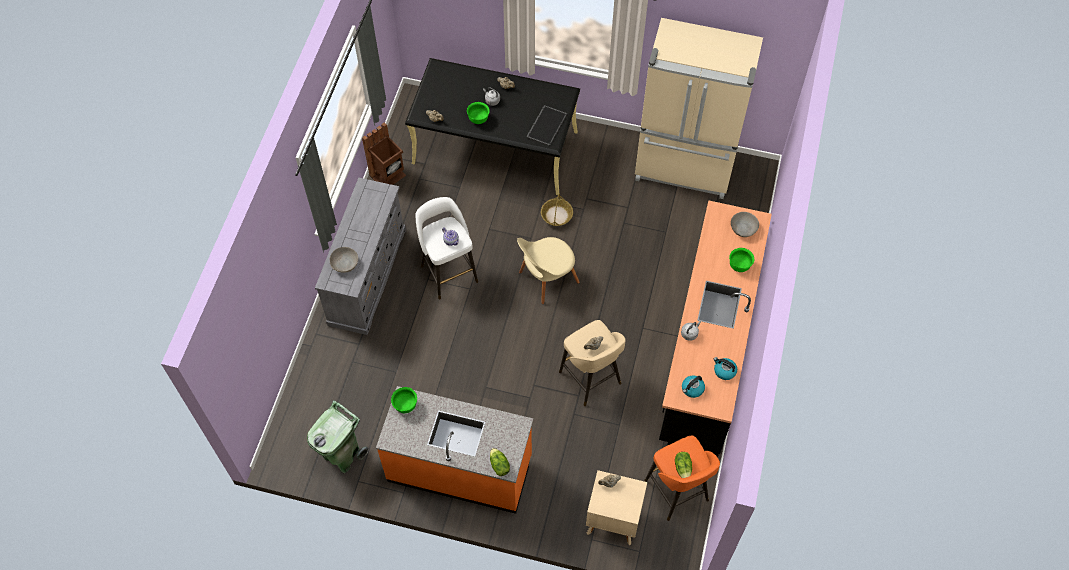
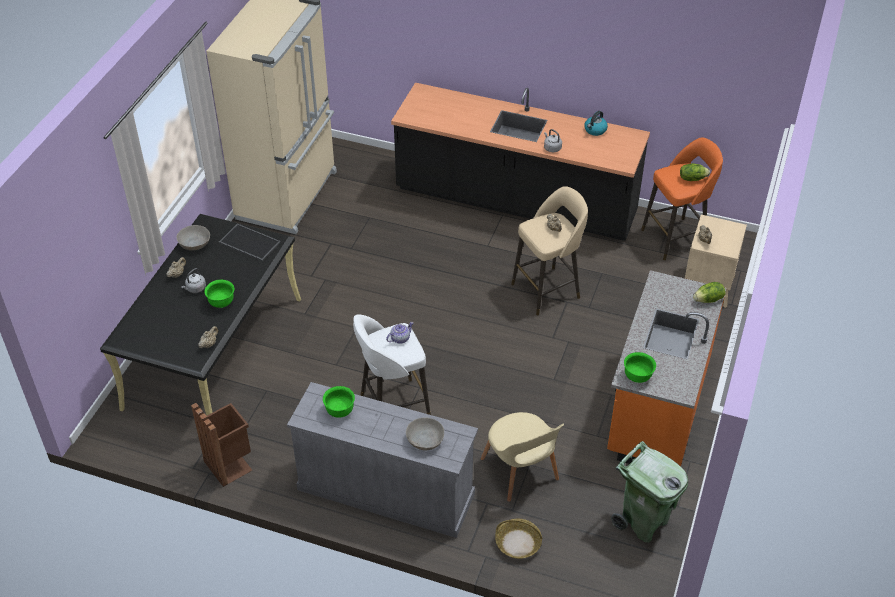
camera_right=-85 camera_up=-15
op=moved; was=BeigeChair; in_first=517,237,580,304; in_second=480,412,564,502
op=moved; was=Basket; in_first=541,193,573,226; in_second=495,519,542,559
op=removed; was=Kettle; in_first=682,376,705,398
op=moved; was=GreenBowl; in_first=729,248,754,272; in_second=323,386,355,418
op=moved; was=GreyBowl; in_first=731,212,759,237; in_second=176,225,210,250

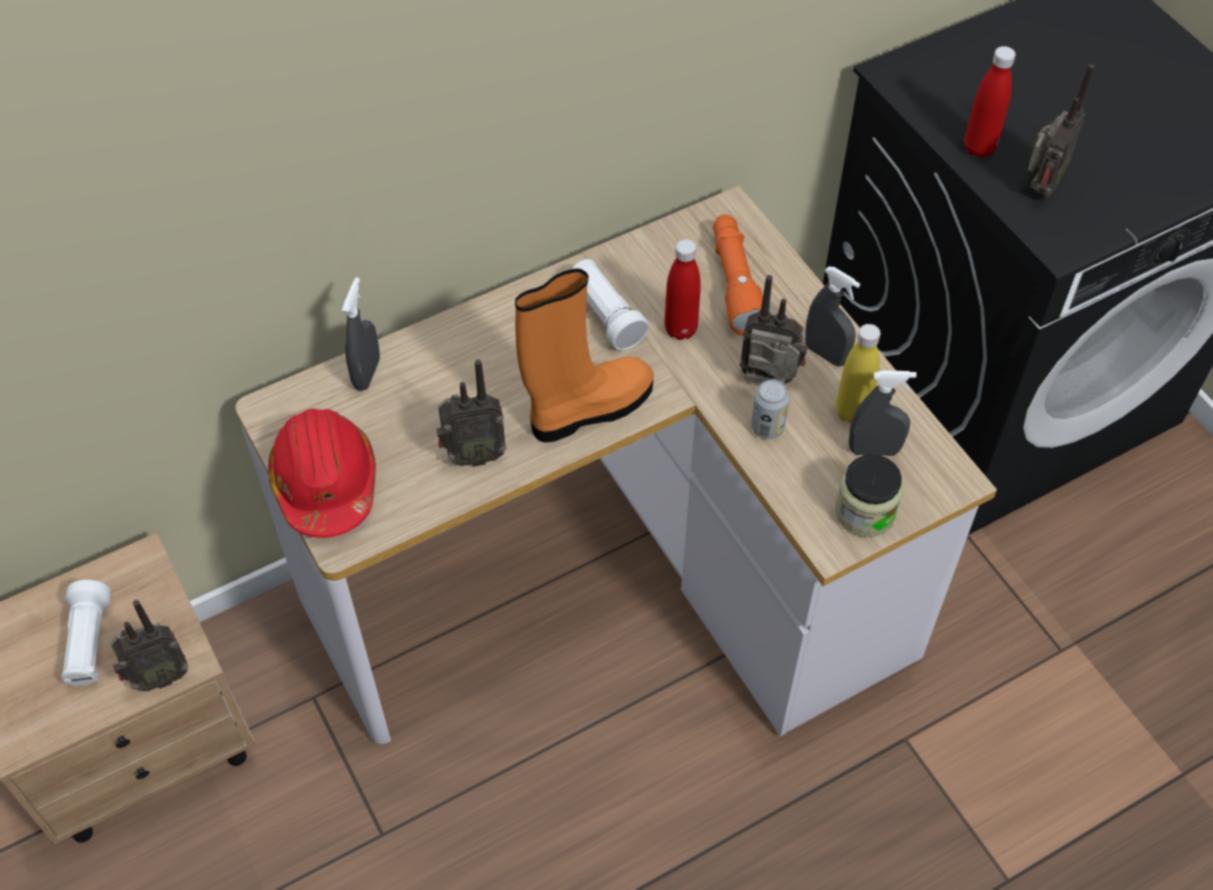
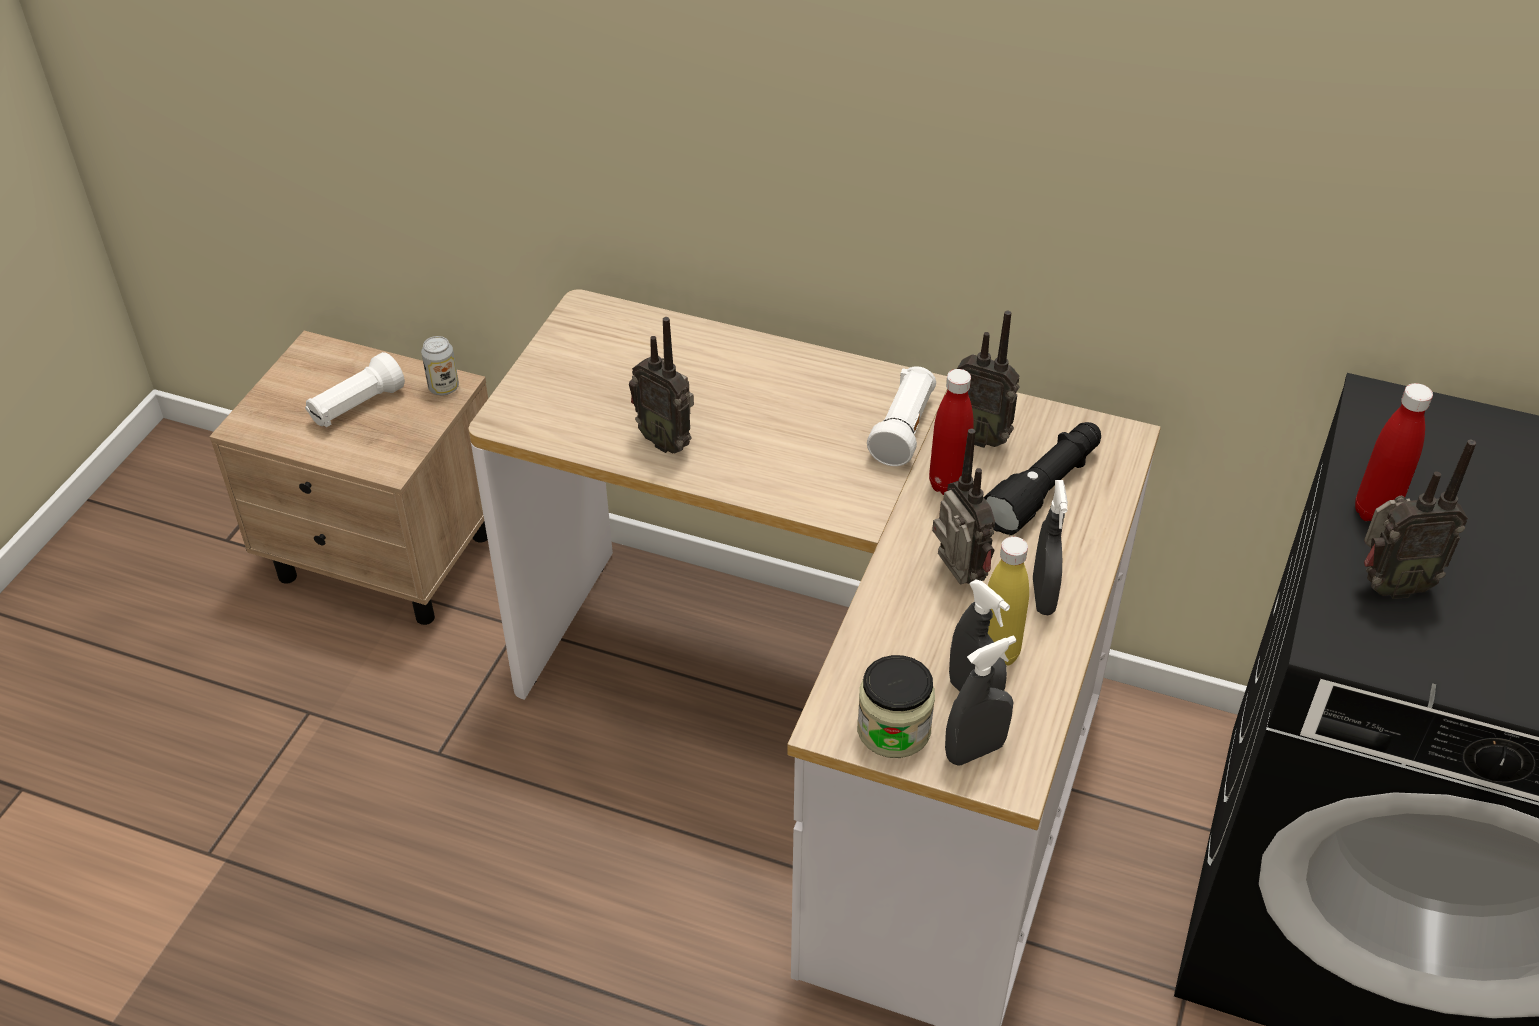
camera_right=50 camera_up=-10
op=moved; was=Radio; in_first=110,600,189,691; in_second=957,311,1020,448
op=removed; was=RedHardHat; in_first=268,409,376,538
op=moved; was=GreySprayBottle; in_first=342,277,380,391; in_second=945,636,1016,766
op=removed; was=OrangeBoot; in_first=515,268,654,443
op=recoloured; was=OrangeFlashlight; now=BlackFlashlight; in_first=713,214,763,336; in_second=984,422,1101,535
op=moved; was=Can; in_first=751,379,790,439; in_second=421,336,459,395

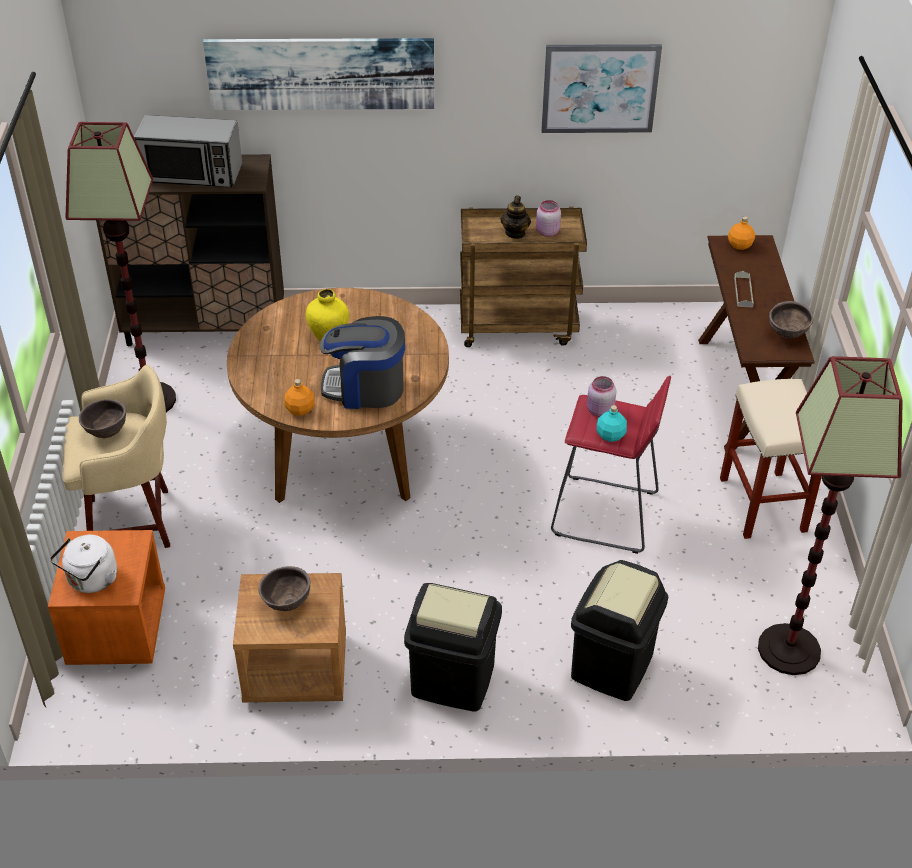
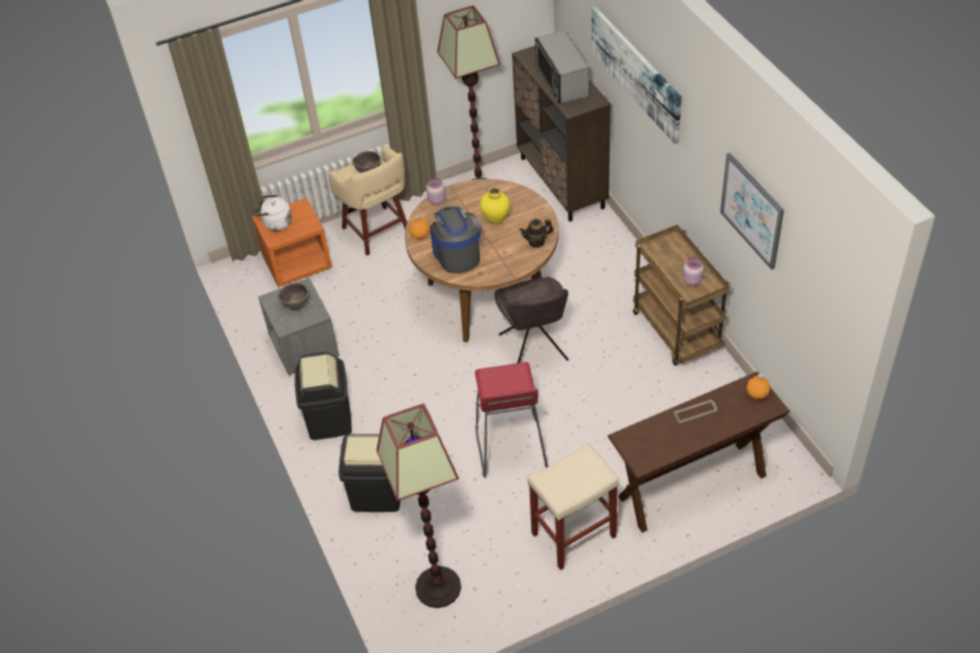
camera_right=70 camera_up=5
op=recoloured; was=BrownNightstand; now=GreyNightstand; in_first=233,573,346,702; in_second=258,278,340,375
op=moved; was=Teapot; in_first=500,196,531,239; in_second=519,219,554,248
op=moved; was=PinkJar; in_first=587,376,616,417; in_second=426,178,446,205
op=removed; was=TurquoiseBottle; in_first=597,405,627,442
op=removed; was=BrownBowl; in_first=769,301,814,339
op=added; now=GreyChair; in_second=494,277,569,363

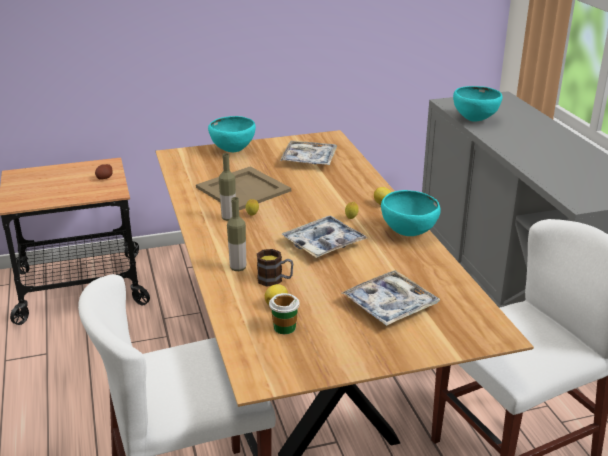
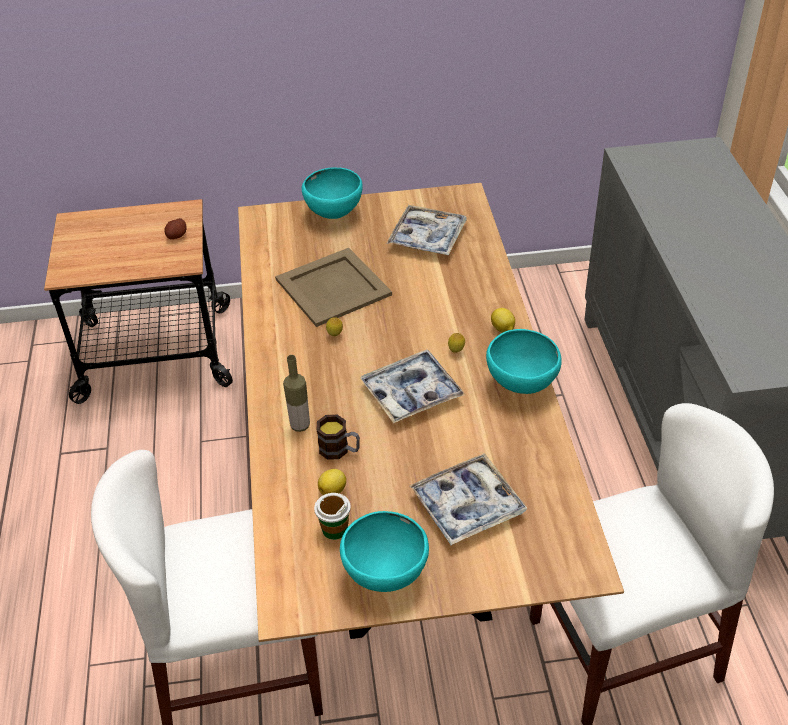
camera_right=10 camera_up=15
op=removed; was=Bottle; in_first=219,153,236,221
op=moved; was=TurquoiseBowl; in_first=453,86,502,122; in_second=340,511,429,592

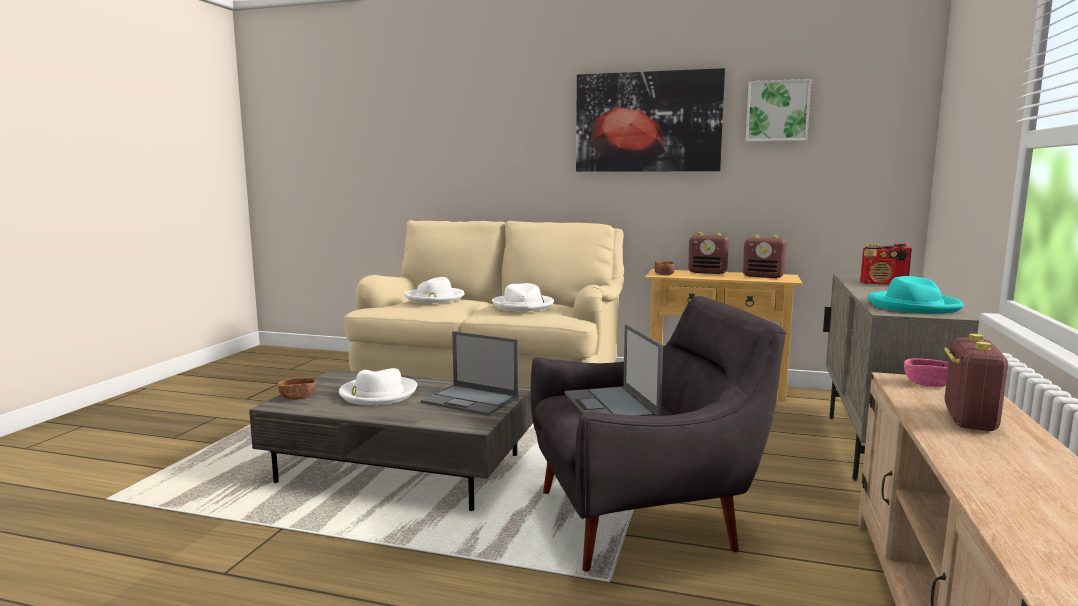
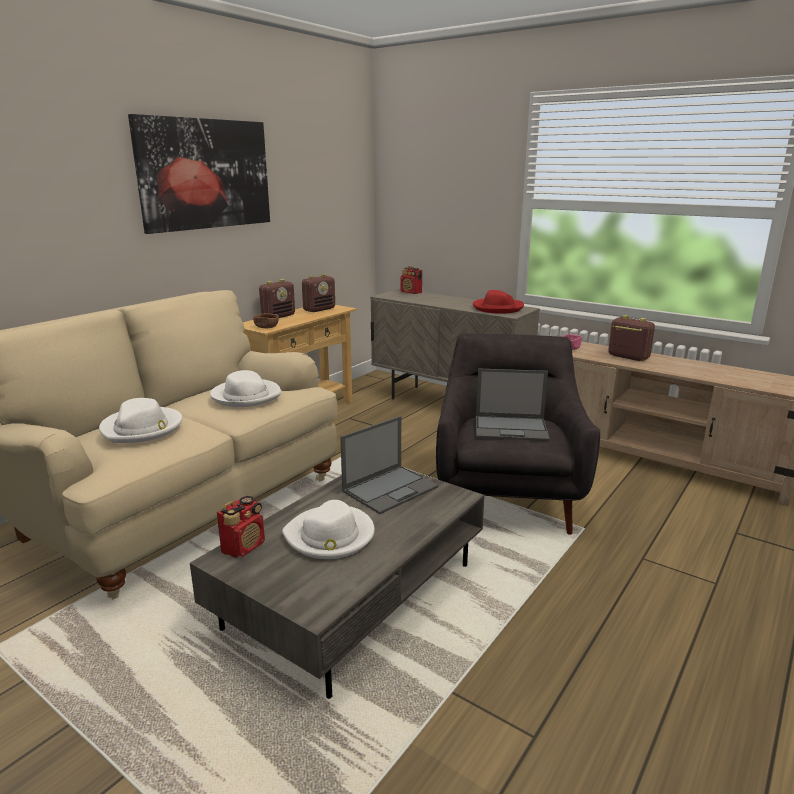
camera_right=-70 camera_up=10
op=removed; was=BrownBowl; in_first=278,377,316,400
op=removed; was=Picture; in_first=746,79,811,142
op=moved; was=Radio; in_first=860,244,898,285; in_second=217,496,265,558
op=recoloured; was=TurquoiseHat; now=RedHat; in_first=867,276,964,314; in_second=473,290,524,314

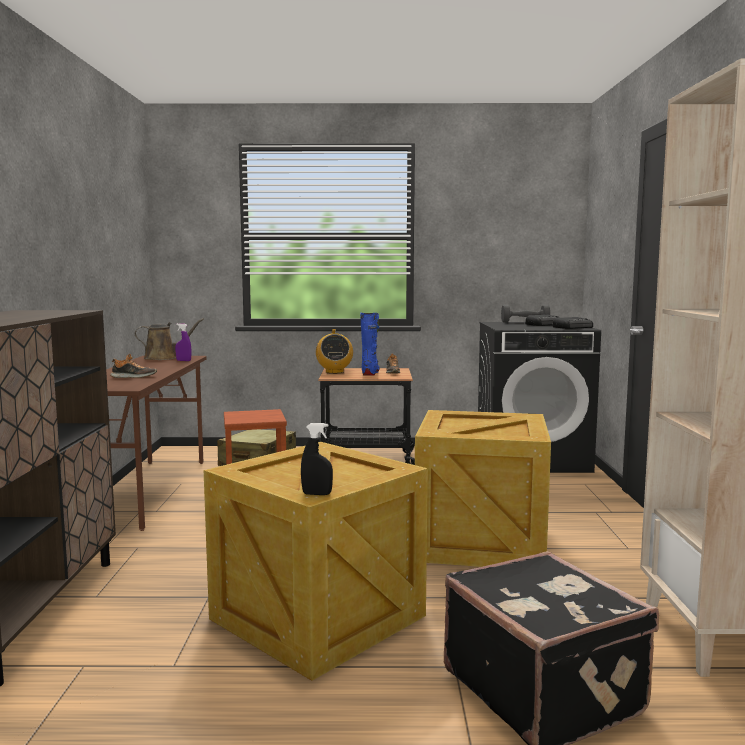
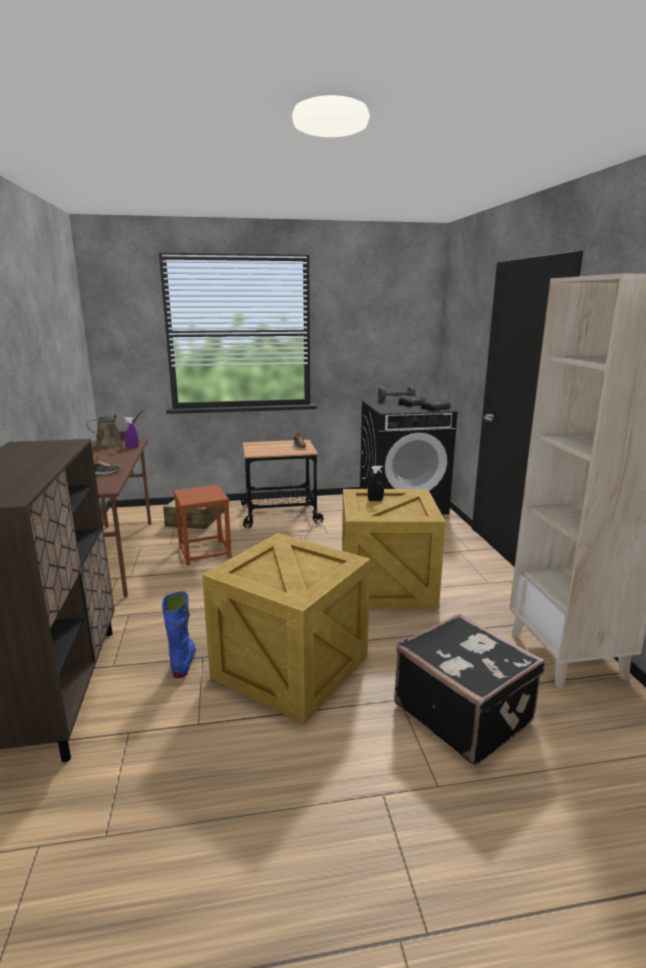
camera_right=-10 camera_up=10
op=moved; was=BlackSprayBottle; in_first=301,423,333,495; in_second=368,466,384,501
op=removed; was=Radio; in_first=316,329,353,374
op=moved; was=BlueBoot; in_first=360,313,380,376; in_second=162,592,196,678

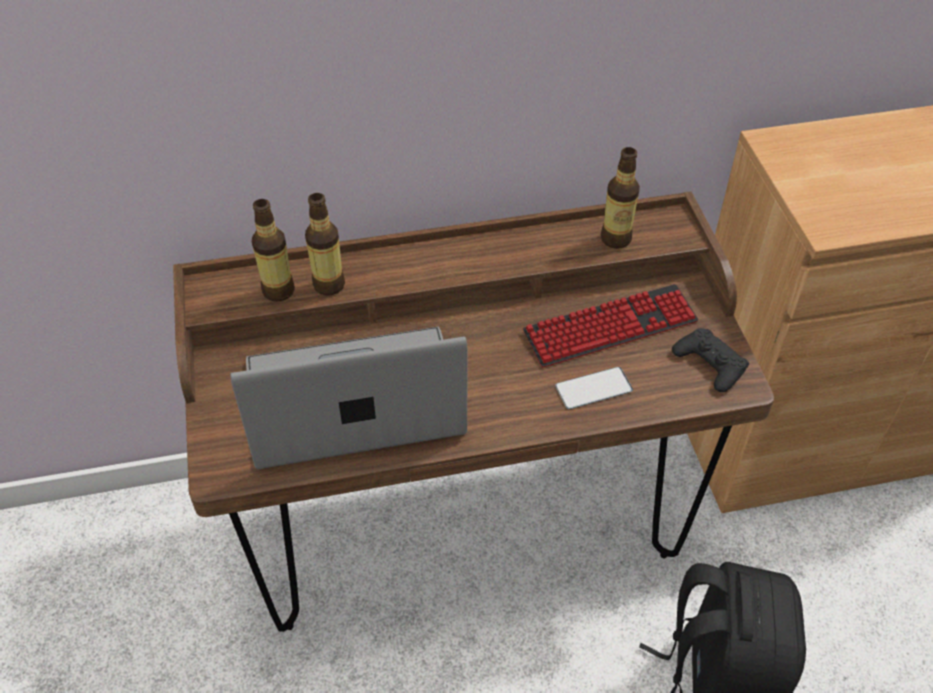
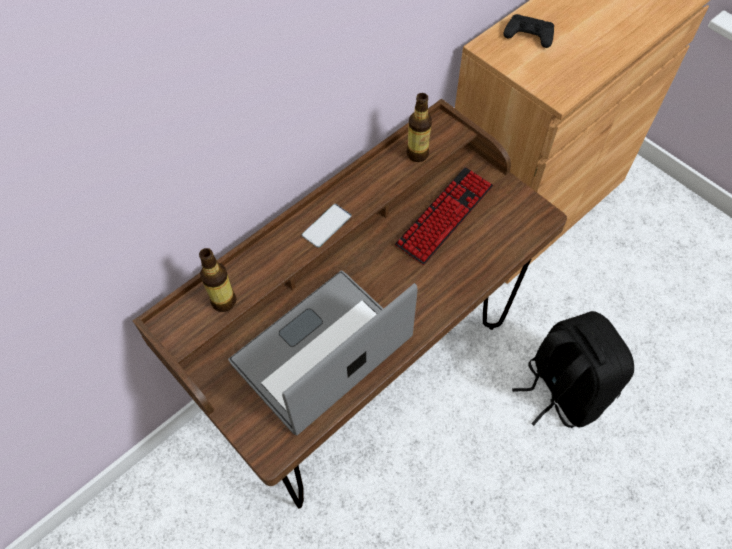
camera_right=-30 camera_up=10
op=removed; was=Bottle; in_first=305,193,345,296
op=moved; was=Phone; in_first=555,367,633,409; in_second=302,204,352,248
op=moved; was=BlackGameController; in_first=672,328,749,392; in_second=503,14,554,48

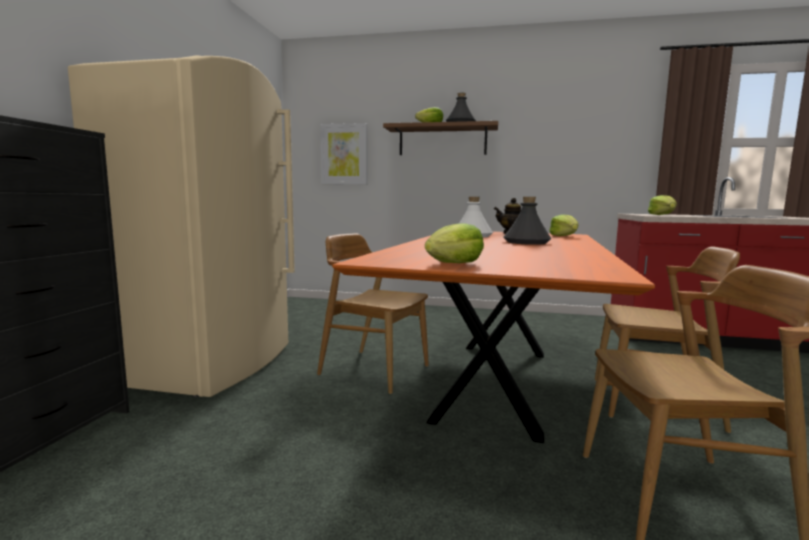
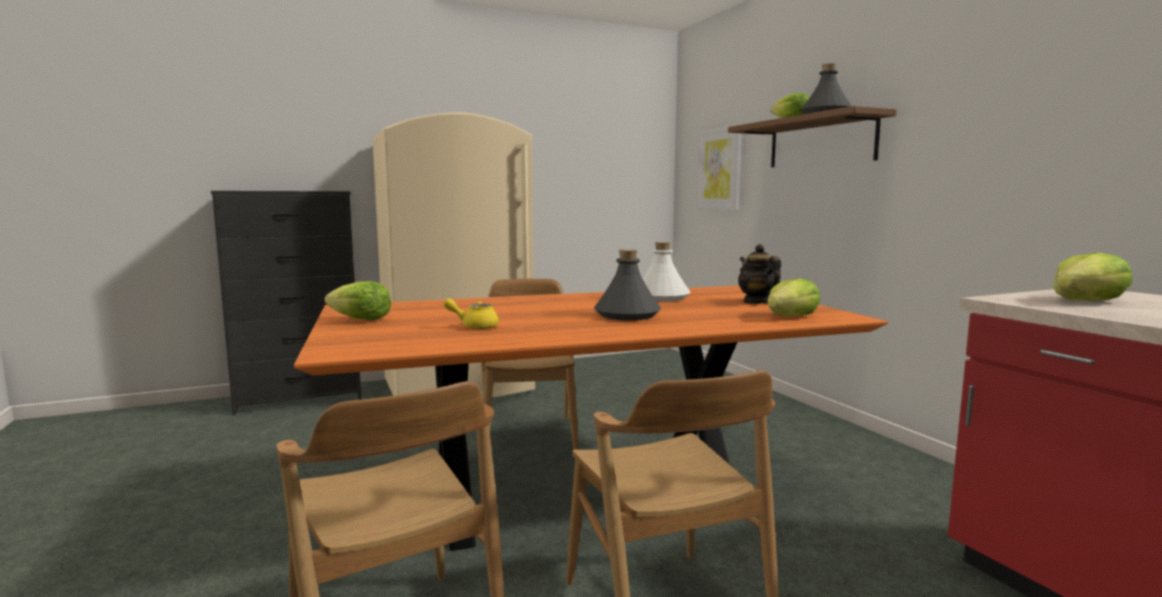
camera_right=55 camera_up=0
op=added; now=YellowTeapot; in_second=443,298,499,329

